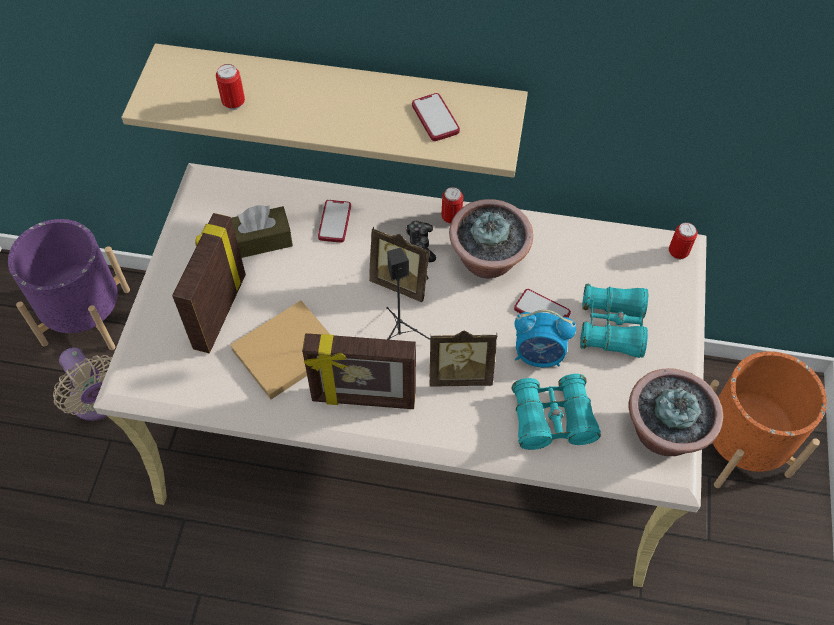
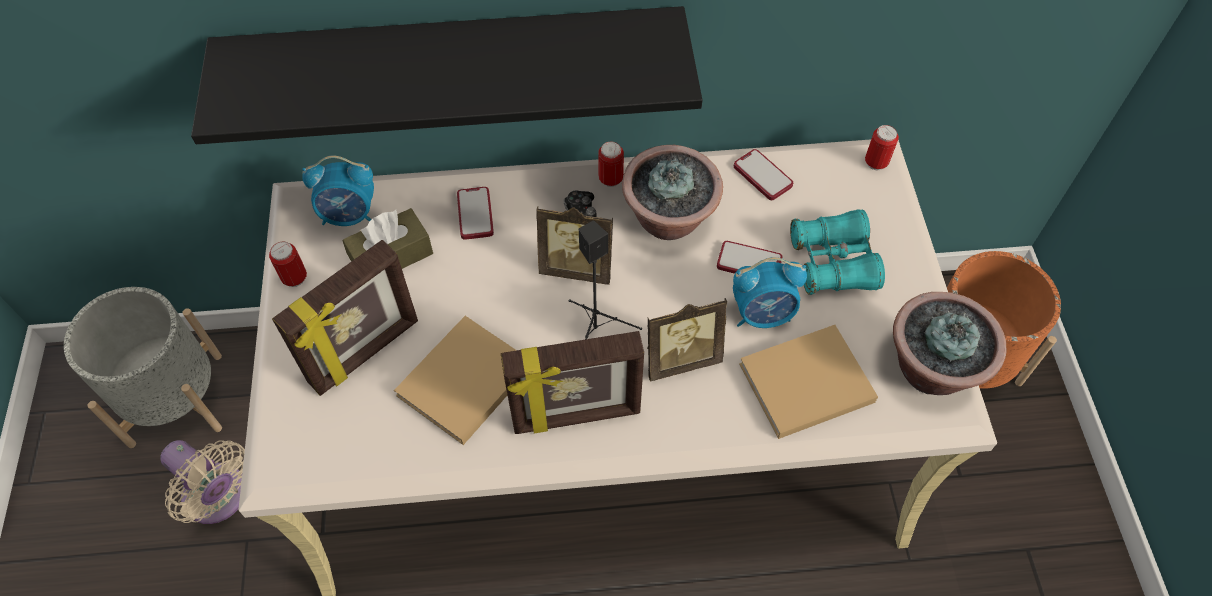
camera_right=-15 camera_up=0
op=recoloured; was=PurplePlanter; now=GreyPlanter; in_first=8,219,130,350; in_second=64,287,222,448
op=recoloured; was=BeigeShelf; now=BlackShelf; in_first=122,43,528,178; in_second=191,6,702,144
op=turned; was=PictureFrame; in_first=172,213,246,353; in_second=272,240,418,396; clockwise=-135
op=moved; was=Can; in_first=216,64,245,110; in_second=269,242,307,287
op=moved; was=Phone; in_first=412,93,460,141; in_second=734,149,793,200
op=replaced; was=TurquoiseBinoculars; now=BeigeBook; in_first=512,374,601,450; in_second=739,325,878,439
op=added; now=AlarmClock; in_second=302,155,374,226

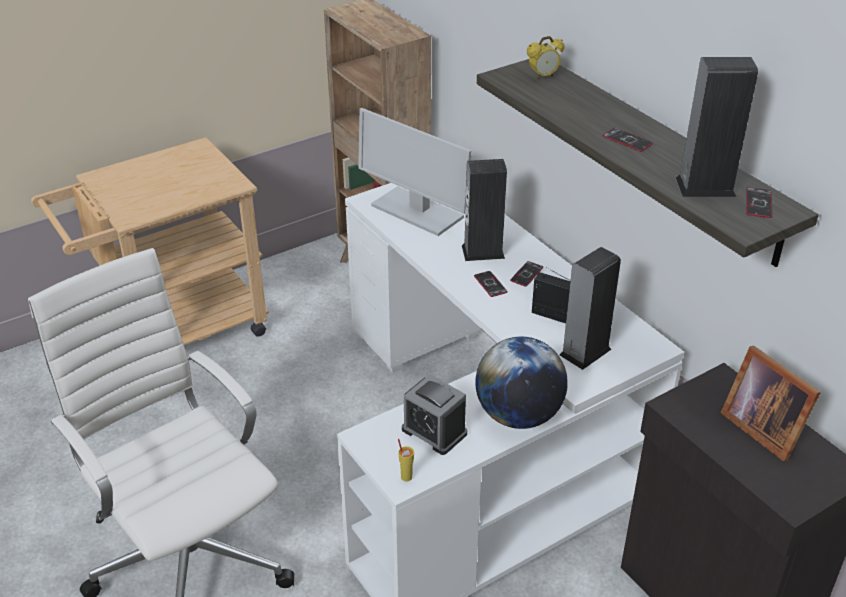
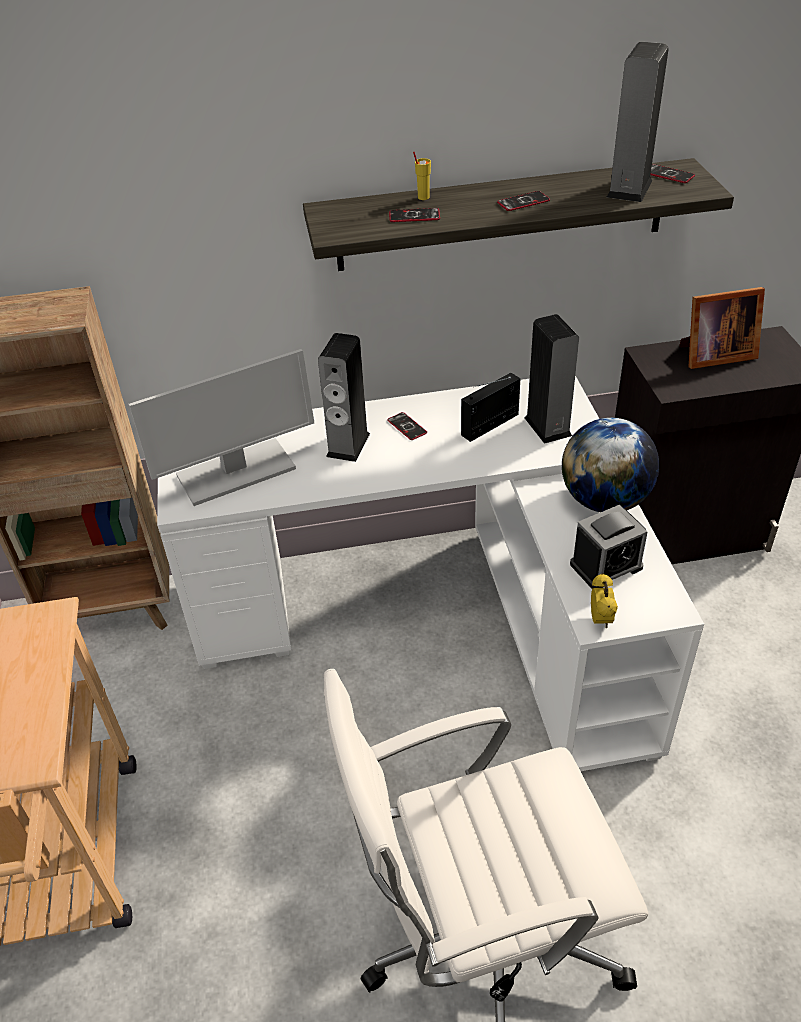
camera_right=-65 camera_up=5
op=moved; was=YellowCup; in_first=398,439,414,482; in_second=413,152,431,200
op=moved; was=Phone; in_first=474,271,507,297; in_second=389,208,440,222
op=moved; was=AlarmClock; in_first=527,36,564,79; in_second=591,573,618,628

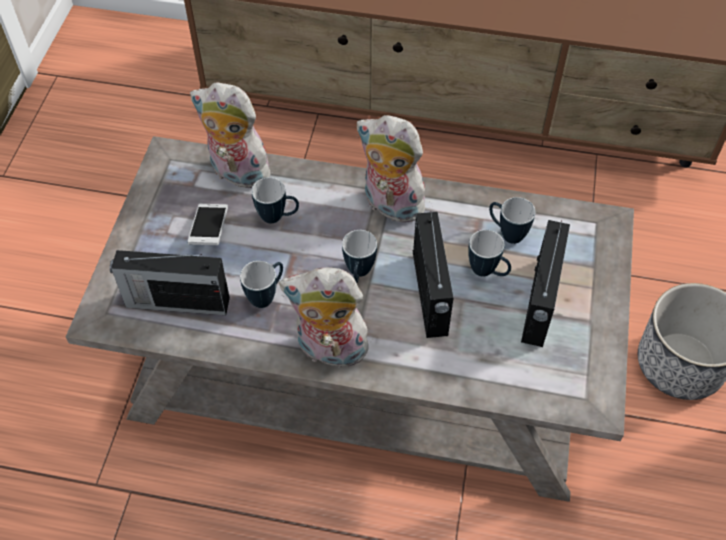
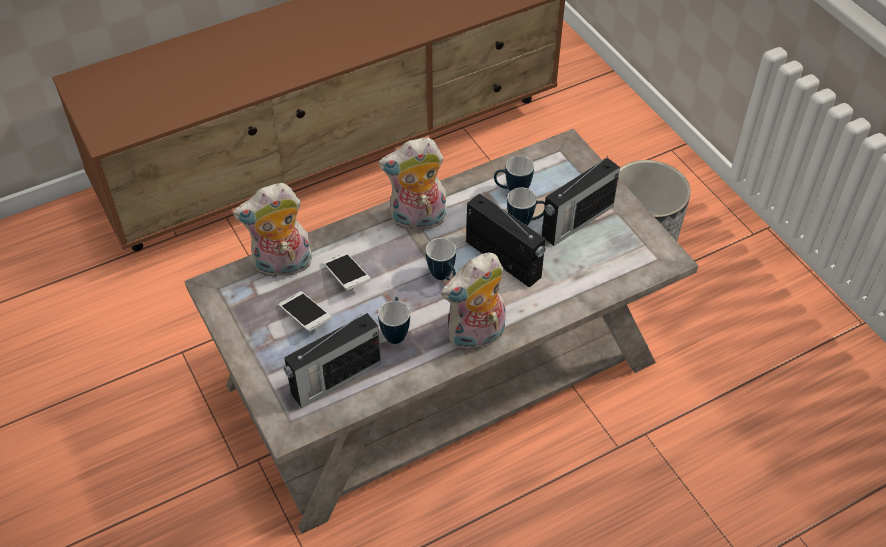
camera_right=-40 camera_up=-5
op=replaced; was=Mug; now=Phone; in_first=252,177,299,223; in_second=323,252,371,291
op=turned; was=Radio; in_first=521,220,570,347; in_second=542,156,620,246; clockwise=75

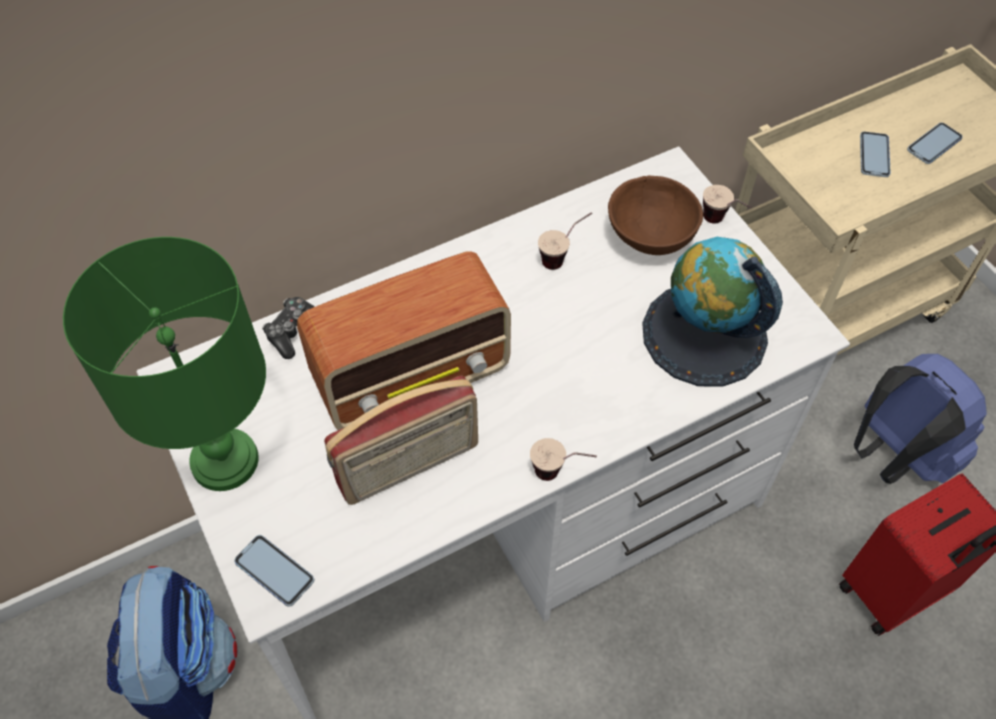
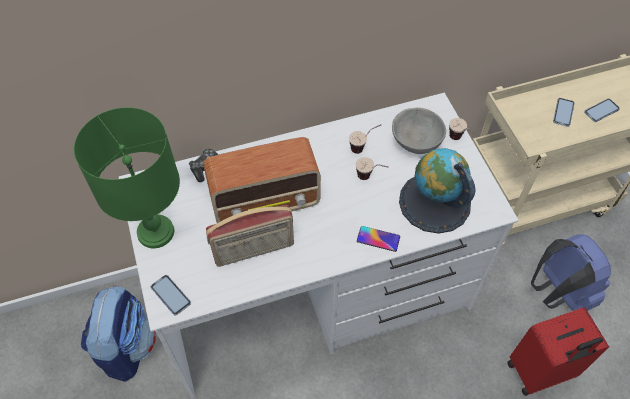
camera_right=10 camera_up=0
op=moved; was=Cup; in_first=530,438,597,481; in_second=355,157,388,180
op=recoloured; was=BrownBowl; now=GreyBowl; in_first=608,176,703,255; in_second=392,107,446,154
op=added; now=Phone; in_second=357,226,400,252

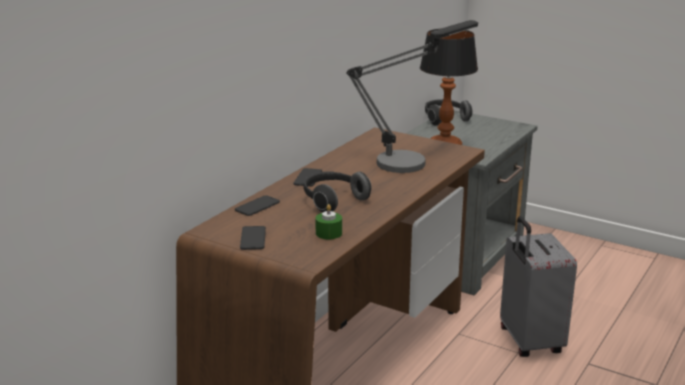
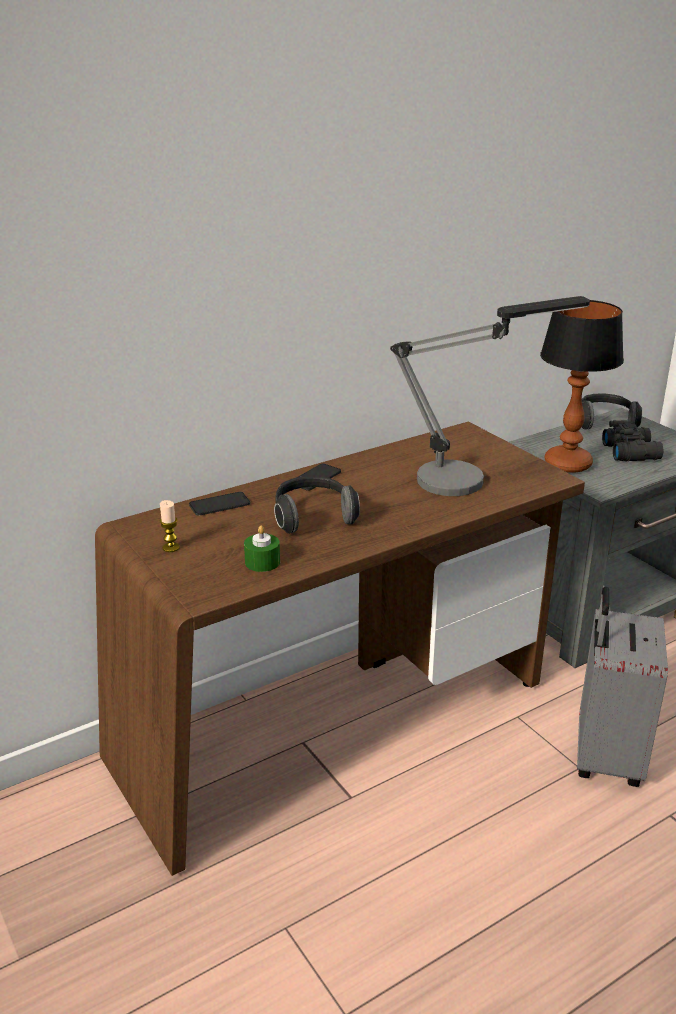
camera_right=25 camera_up=5
op=replaced; was=Phone; now=Candle; in_first=240,226,266,250; in_second=160,500,180,552
op=added; now=BlackBinoculars; in_second=602,420,664,461

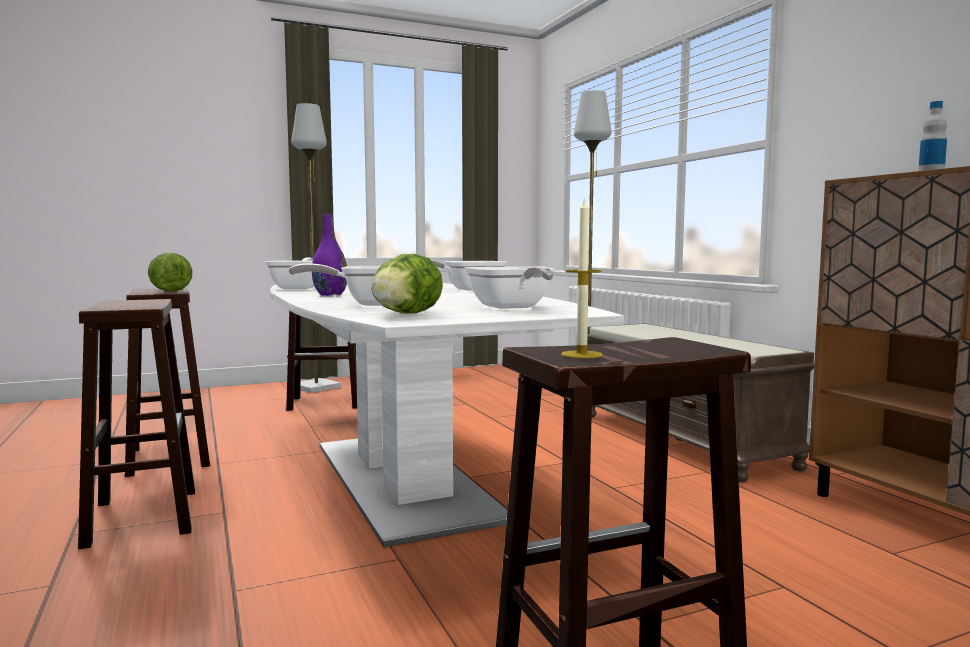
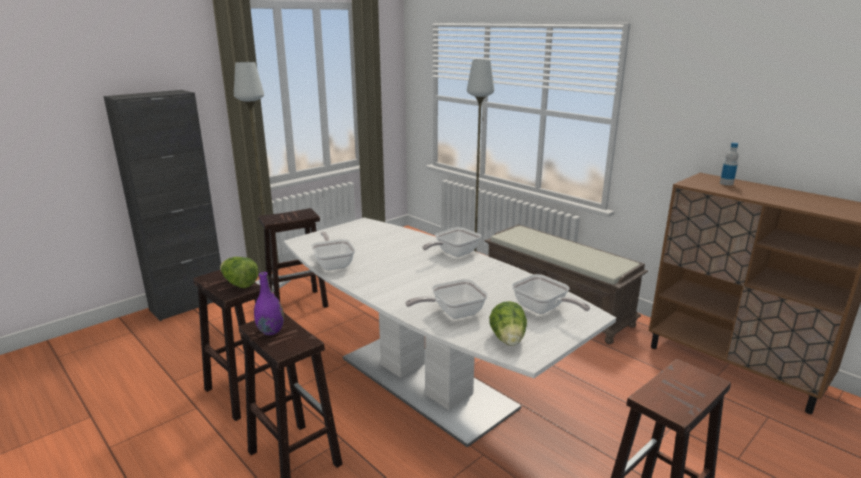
camera_right=-20 camera_up=15
op=moved; was=PurpleVase; in_first=312,214,347,296; in_second=254,272,284,335
op=removed; was=Candle; in_first=561,197,603,359
op=added; now=BlackCabinet; in_second=104,90,221,321

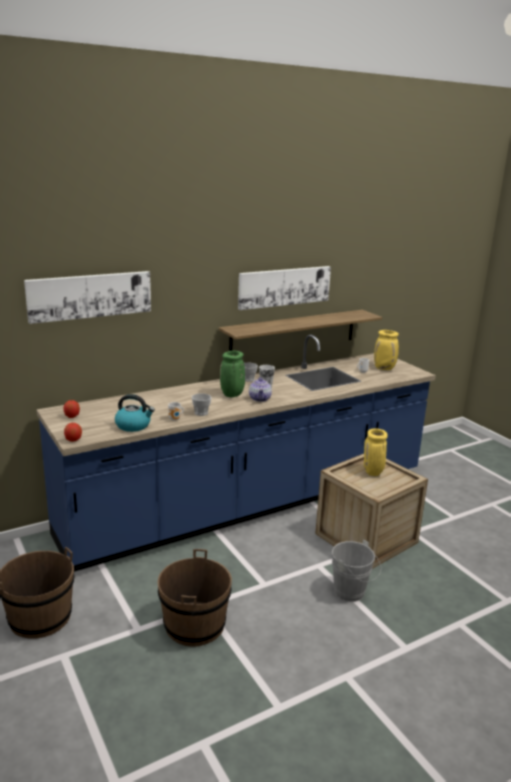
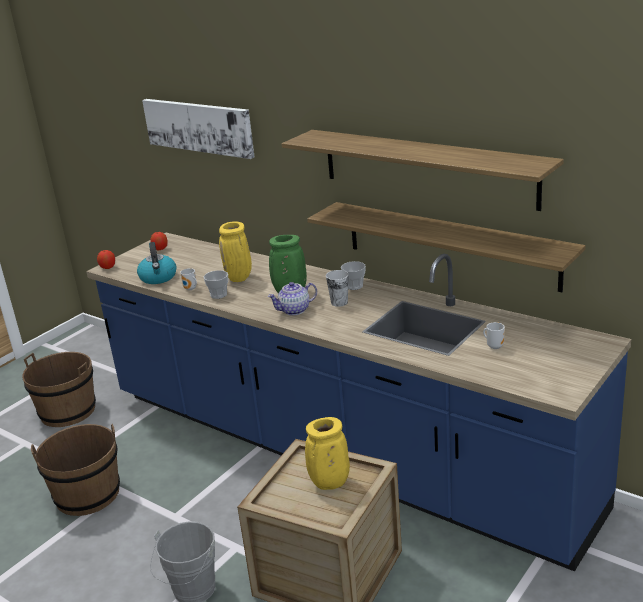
camera_right=70 camera_up=5
op=replaced; was=Picture; now=Shelf; in_first=238,266,331,310; in_second=282,130,564,211
op=moved; was=YellowVase; in_first=374,330,399,370; in_second=219,221,252,282

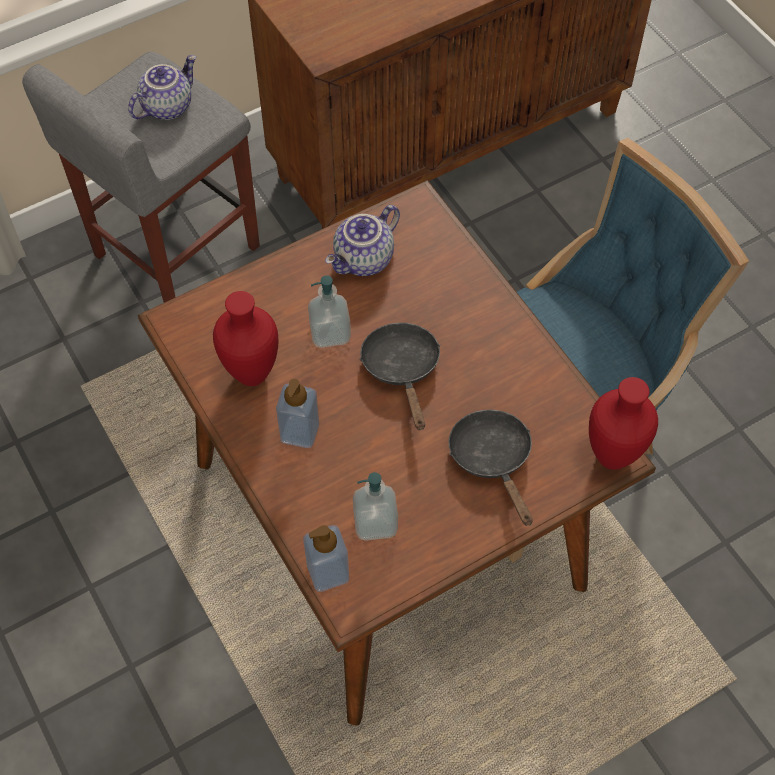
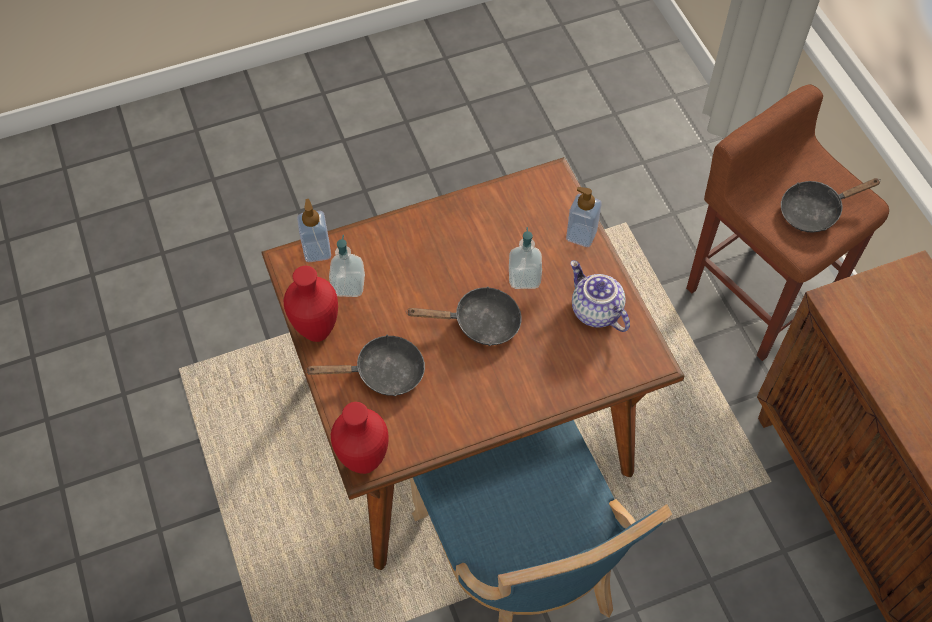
camera_right=100 camera_up=0
op=recoloured; was=GreyStool; now=BrownStool; in_first=22,52,260,303; in_second=686,84,889,361
op=replaced; was=Teapot; now=BlackFryingPan; in_first=128,55,197,120; in_second=781,178,881,232
op=moved; was=RedVase; in_first=213,291,278,386; in_second=284,266,338,342
op=moved; was=SoapDispenser; in_first=276,379,319,448; in_second=566,187,601,247

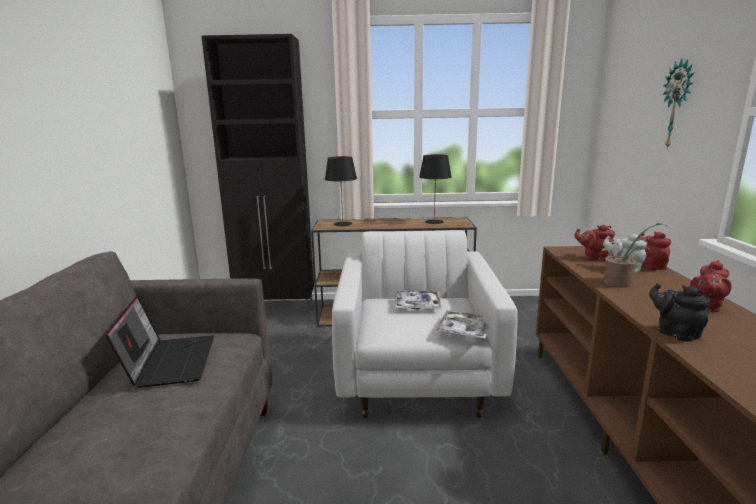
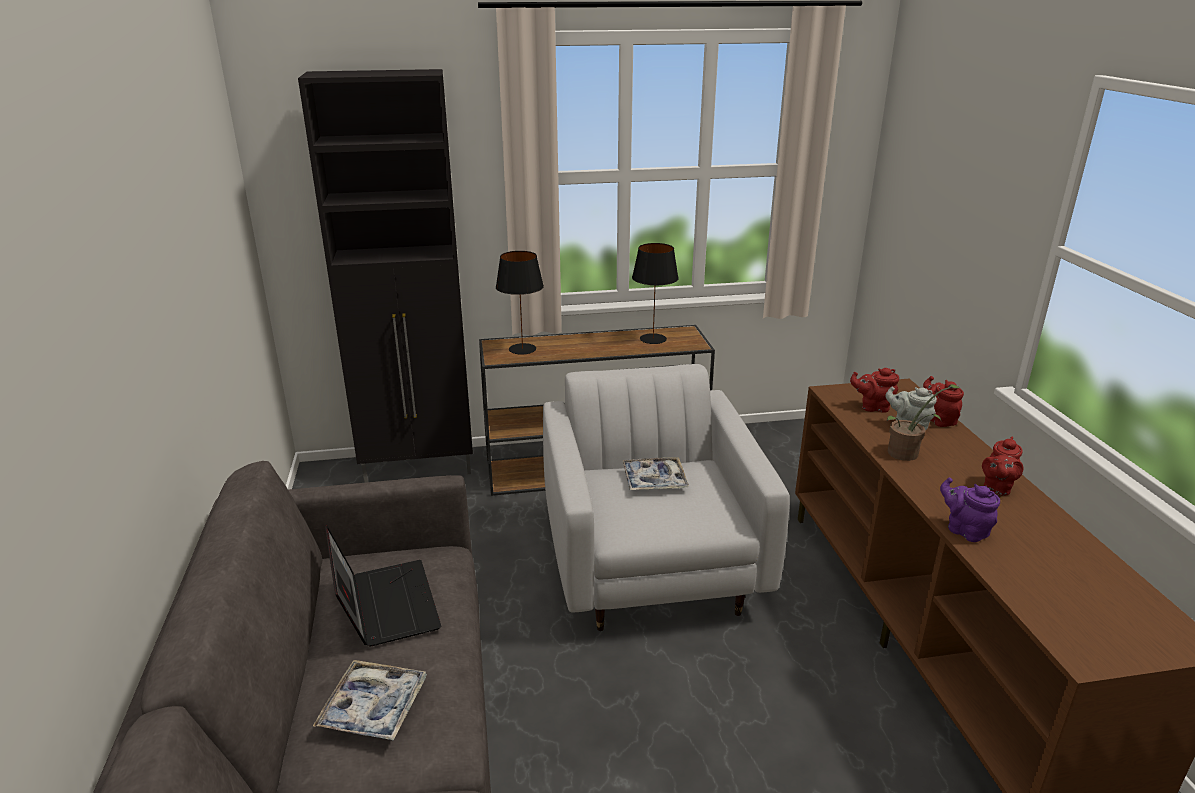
camera_right=-10 camera_up=10
op=moved; was=Tray; in_first=435,310,489,339; in_second=312,660,427,741
op=recoloured; was=BlackTeapot; now=PurpleTeapot; in_first=649,284,710,342; in_second=940,477,1000,542
op=removed; was=WallClock; in_first=663,59,695,149

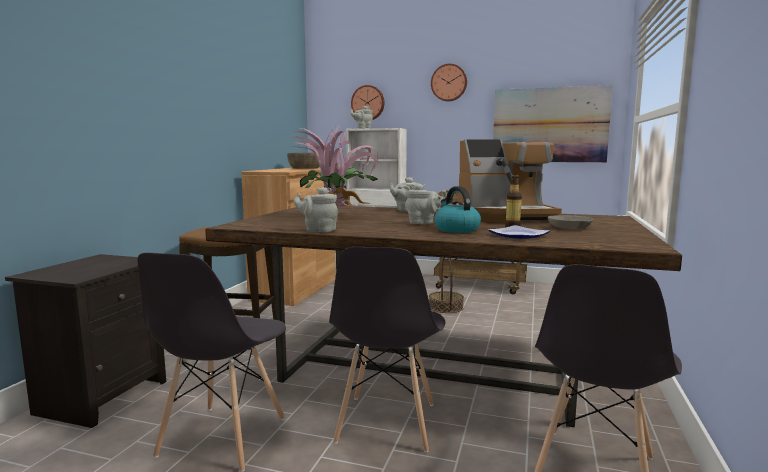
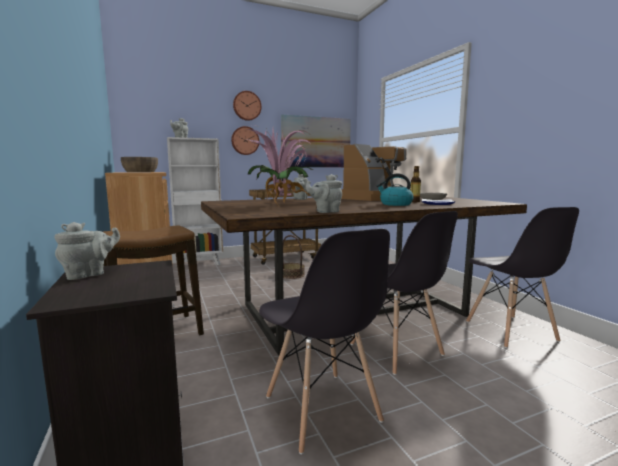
camera_right=-40 camera_up=0
op=moved; was=WallClock; in_first=351,85,384,120; in_second=231,126,259,155
op=moved; was=GreyTeapot; in_first=405,183,447,224; in_second=55,222,120,280

